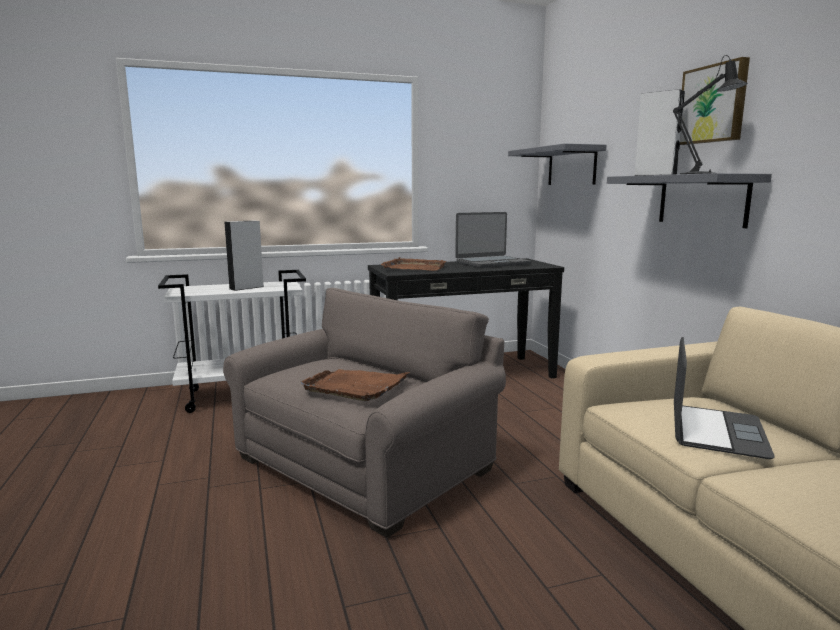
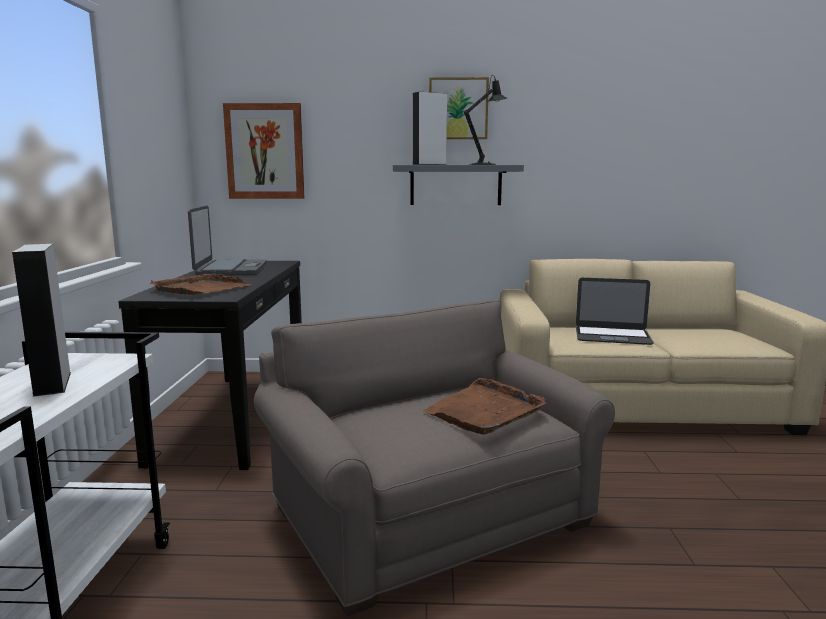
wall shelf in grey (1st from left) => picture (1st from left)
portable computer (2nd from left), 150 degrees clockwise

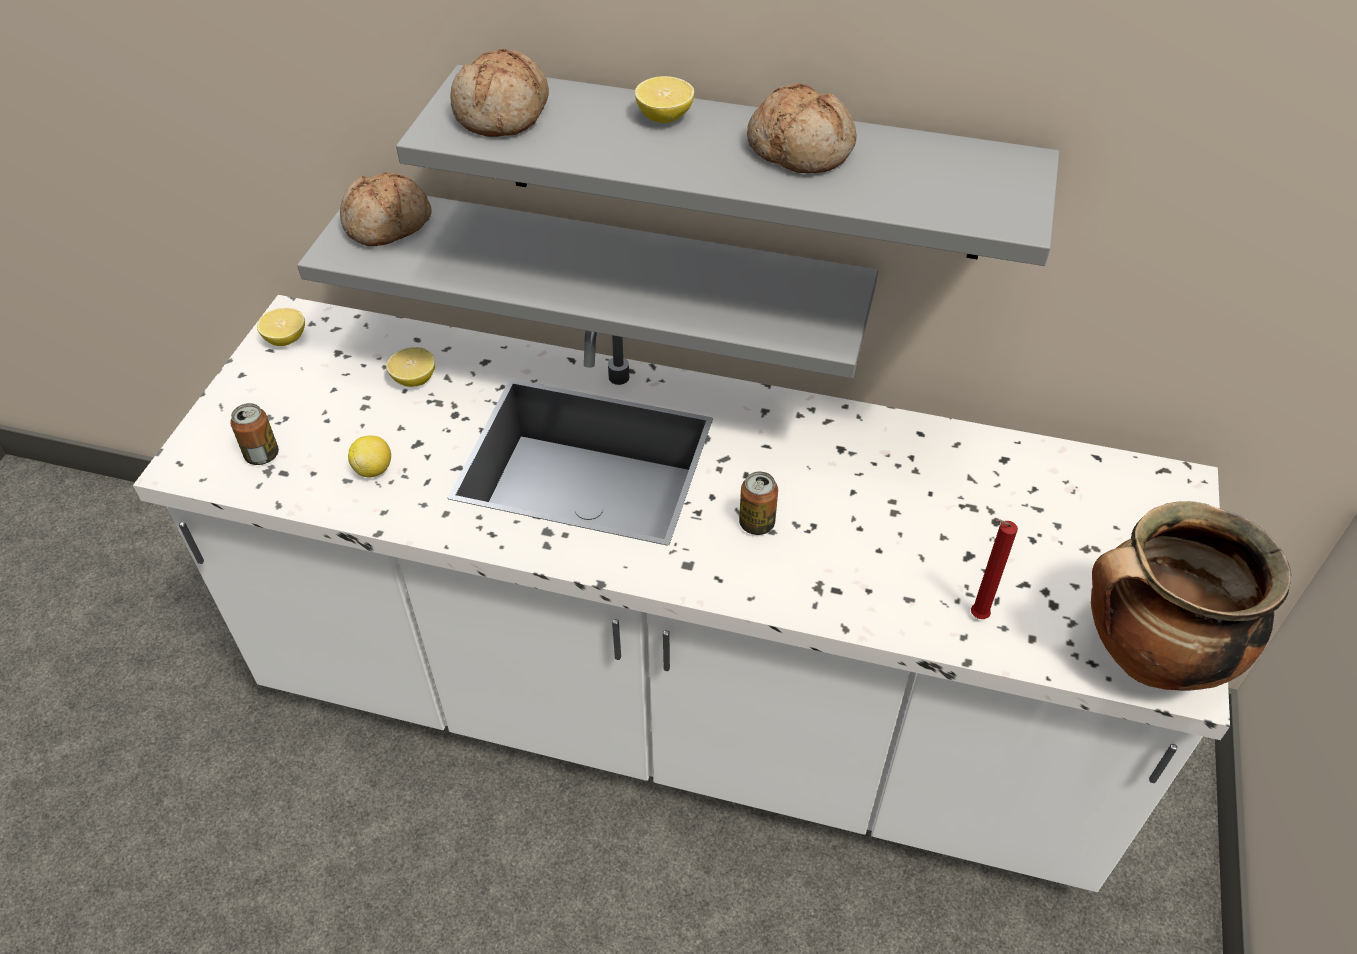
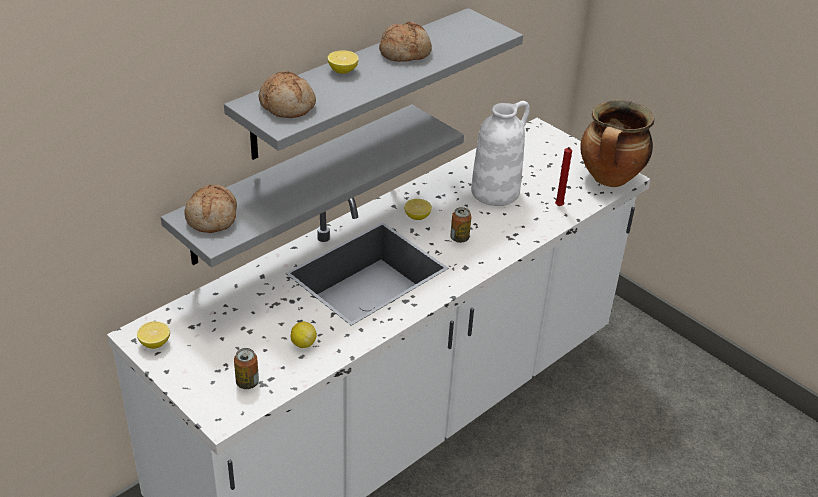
citrus fruit (3rd from left in the first image) => citrus fruit (4th from left), move
nothing => flower vase in whitish

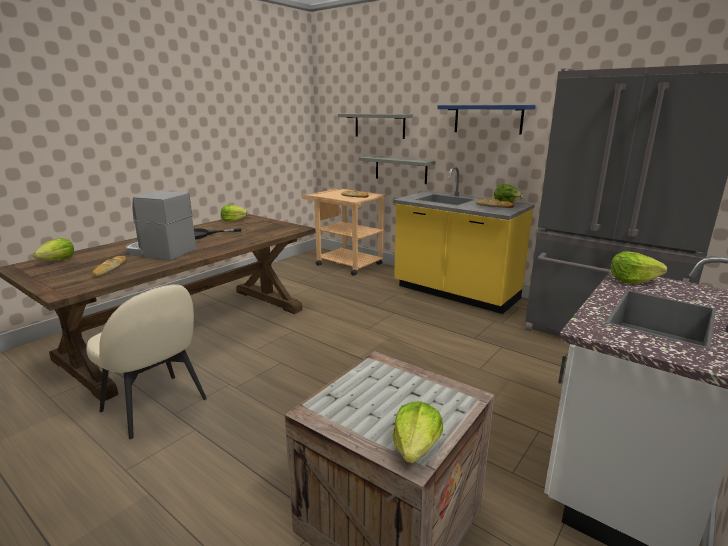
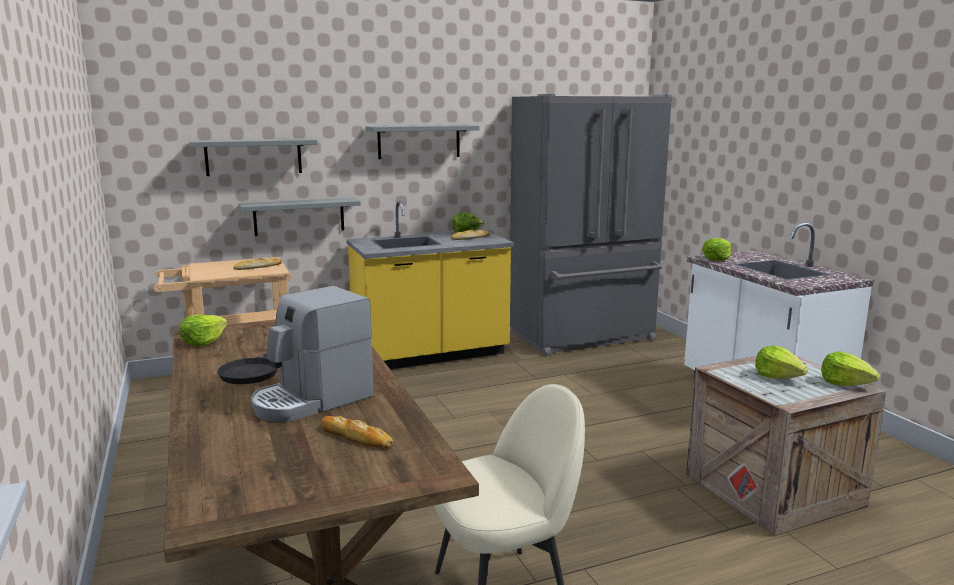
wall shelf in blue => wall shelf in grey (3rd from left)
head of lettuce (1st from left in the first image) => head of lettuce (4th from left), move

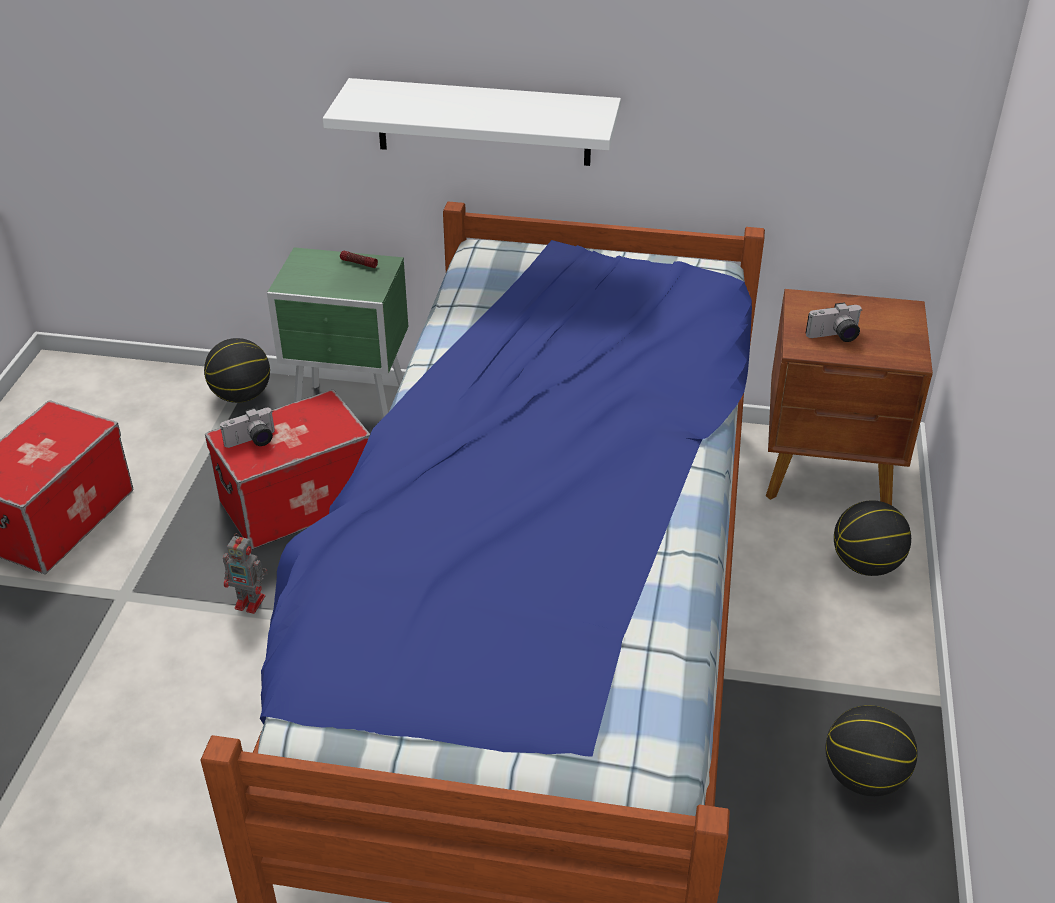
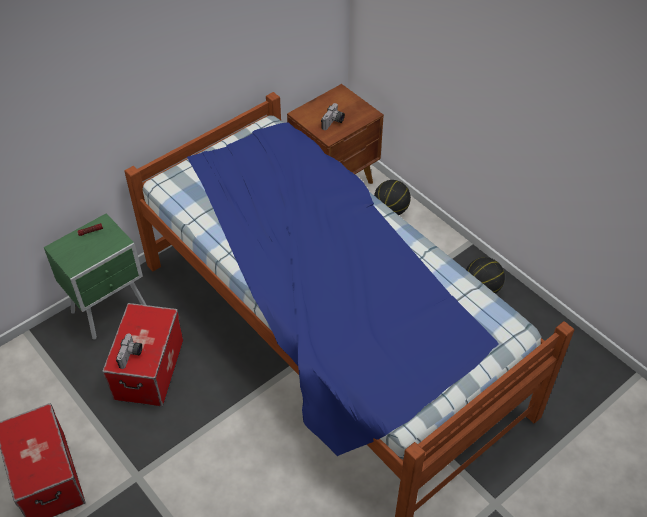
basketball (1st from left) => nothing
robot figure => nothing
wall shelf in whitish => nothing

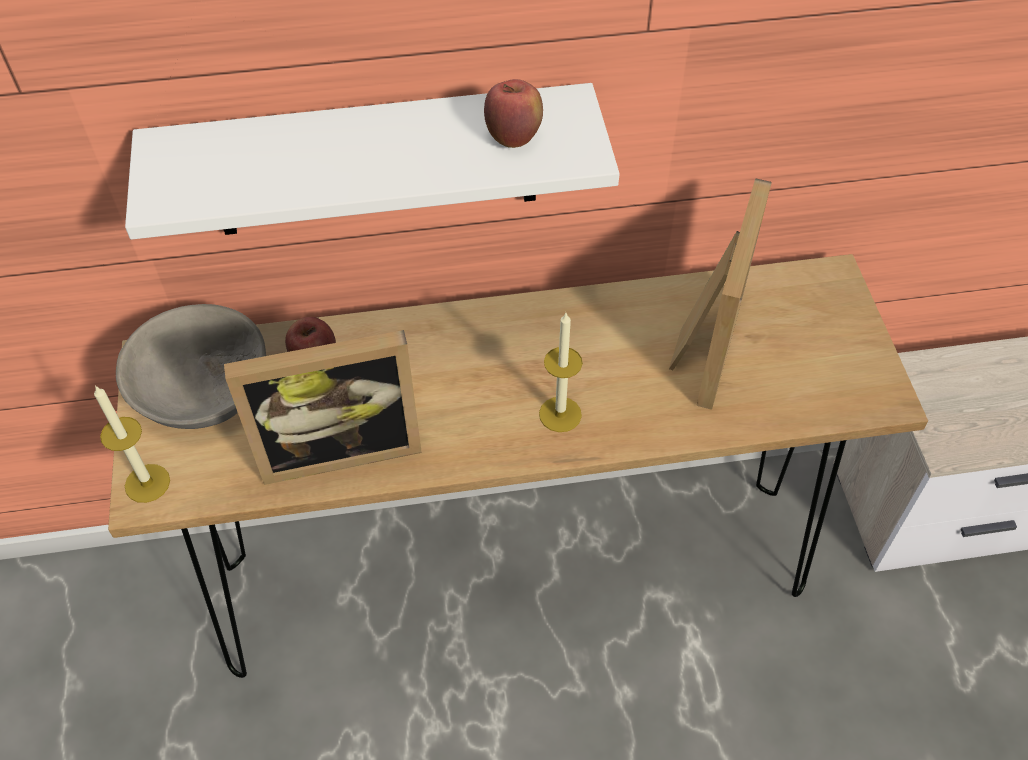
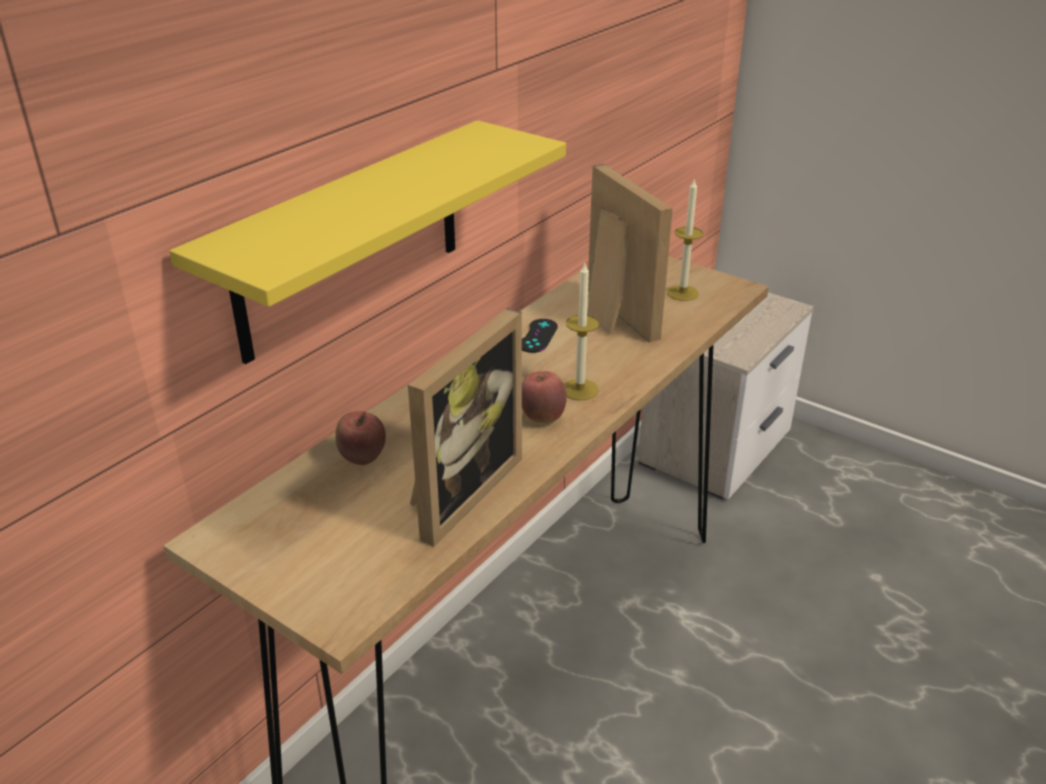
wall shelf in whitish => wall shelf in yellow
nothing => game controller in blackish
whole apple (2nd from left), move
candle (1st from left in the first image) => candle (2nd from left), move
deep dish in grey => nothing

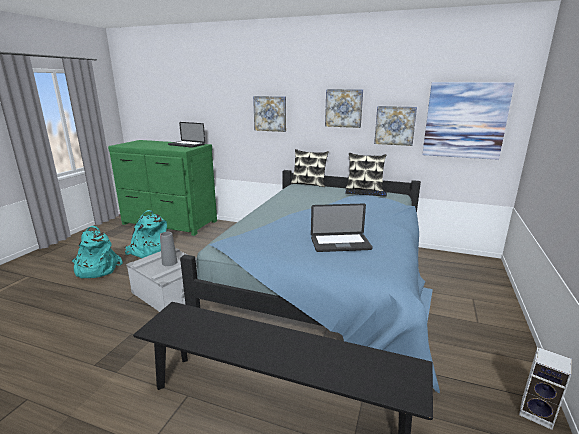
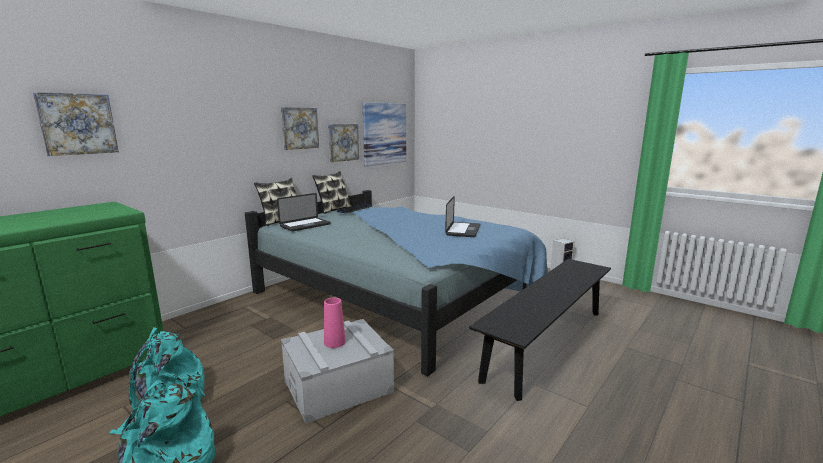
picture (1st from left), move
portable computer (1st from left), move
flower vase in grey => flower vase in pink

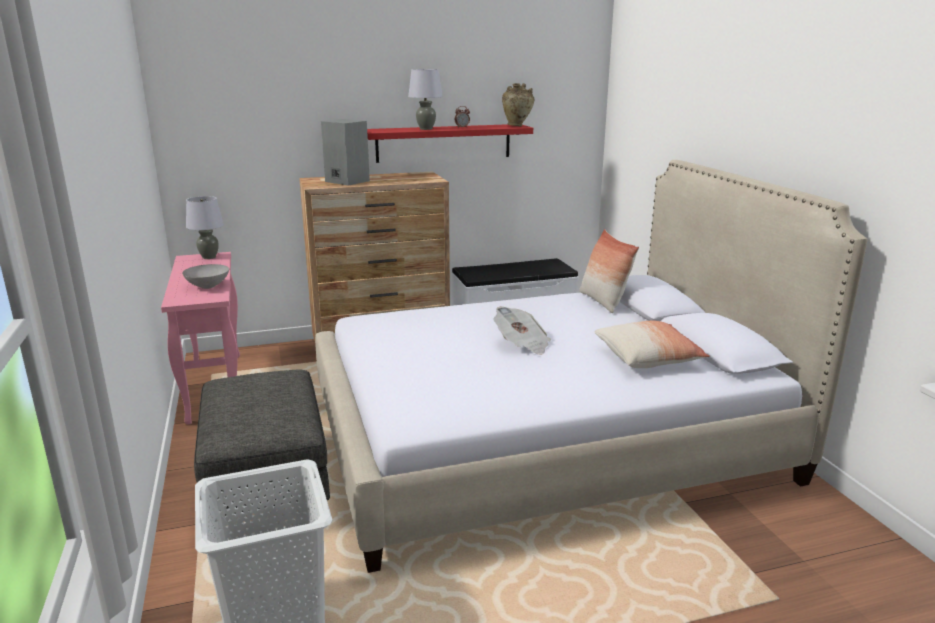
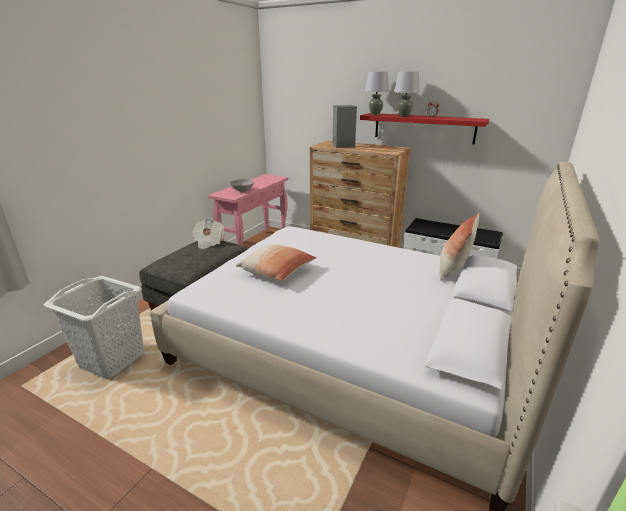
newspaper, move
cushion (2nd from left in the first image) => cushion (1st from left), move
tabletop lamp in grey (1st from left), move
flower vase in sand-coloured => nothing

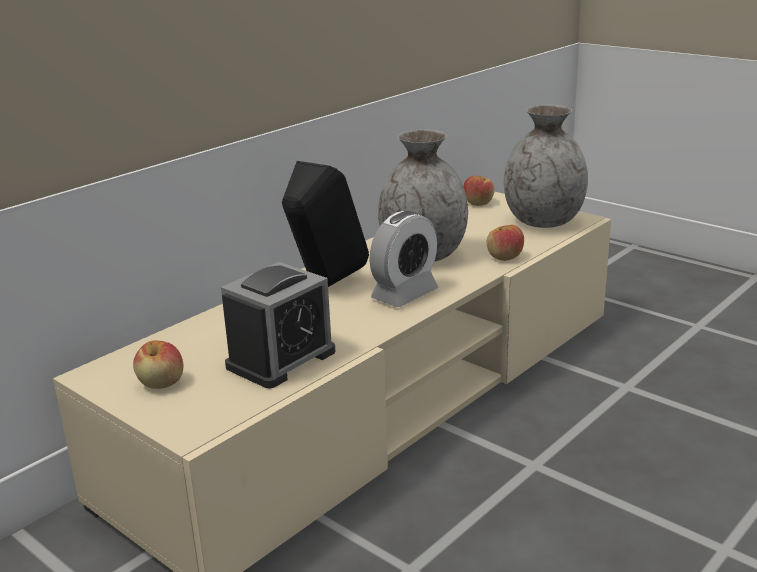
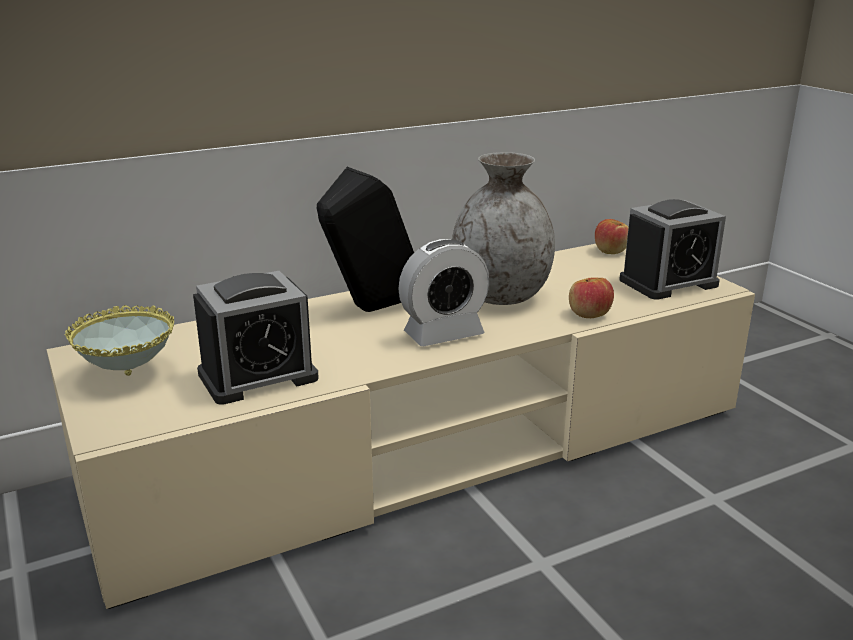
whole apple (1st from left) => deep dish
flower vase in grey (2nd from left) => bedside clock (3rd from left)

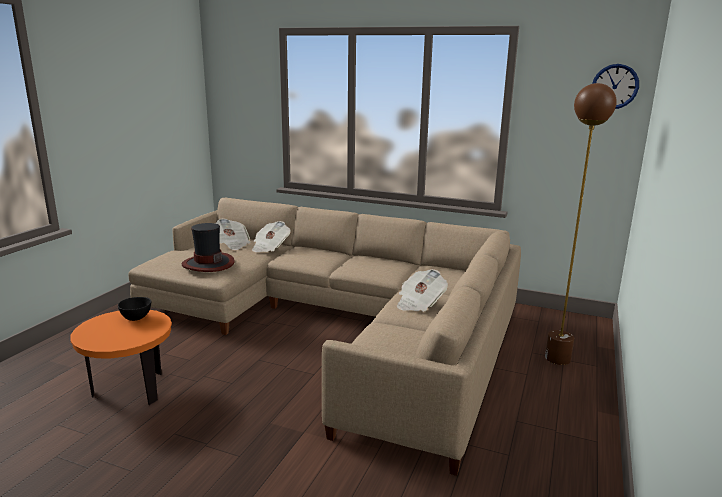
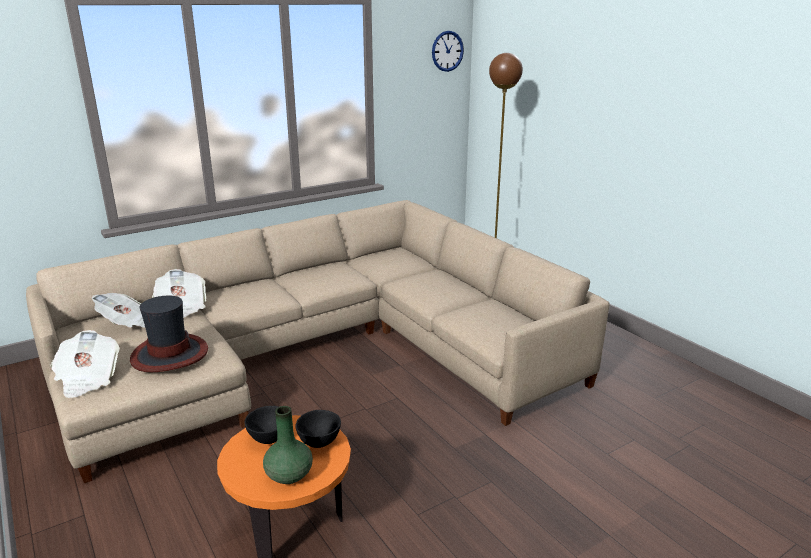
newspaper (3rd from left in the first image) => newspaper (1st from left), move
nothing => flower vase in greenish
nothing => deep dish in blackish (2nd from left)

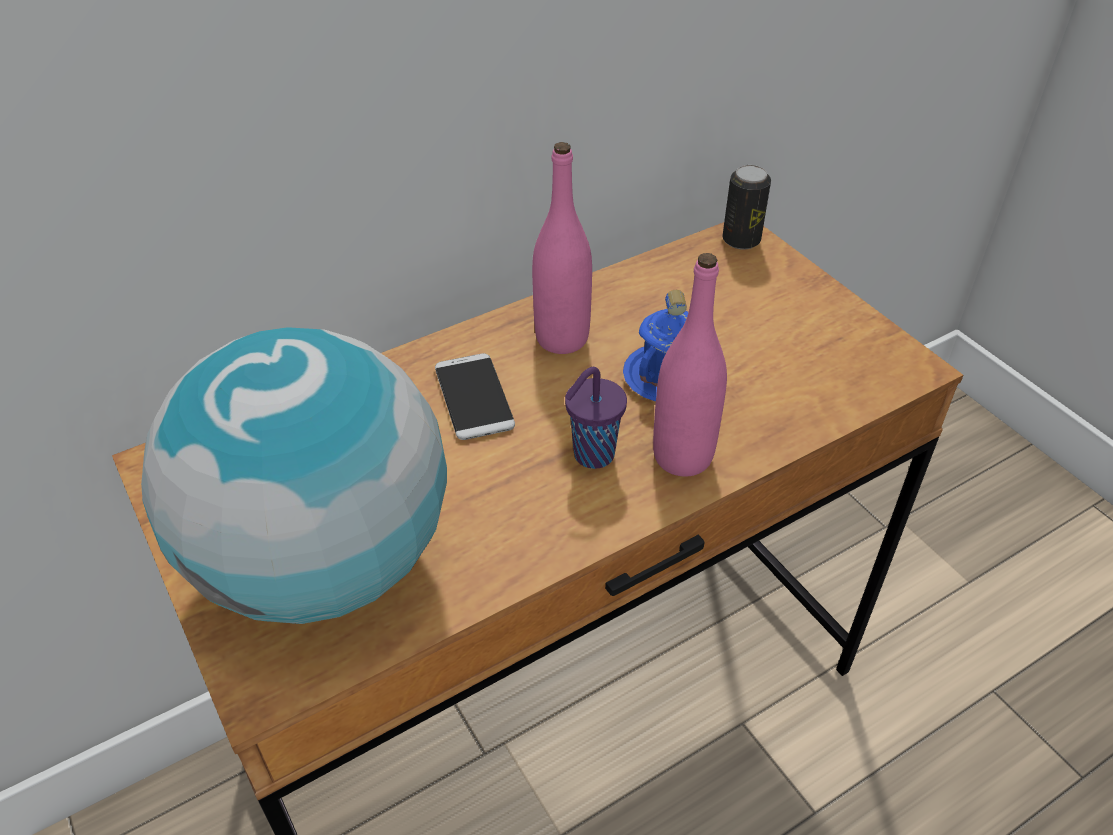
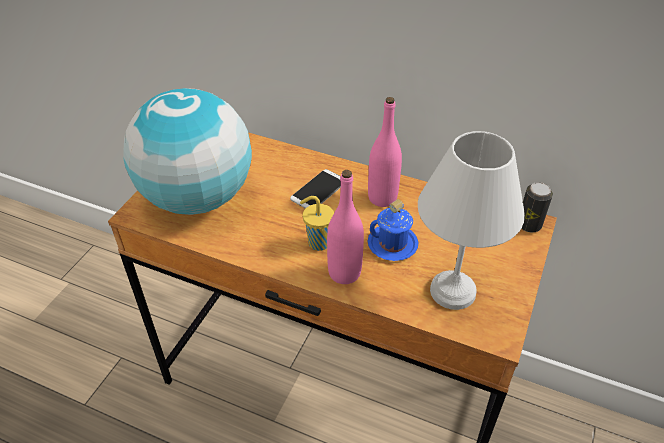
drinking cup in purplish => drinking cup in yellow
nothing => tabletop lamp in whitish

